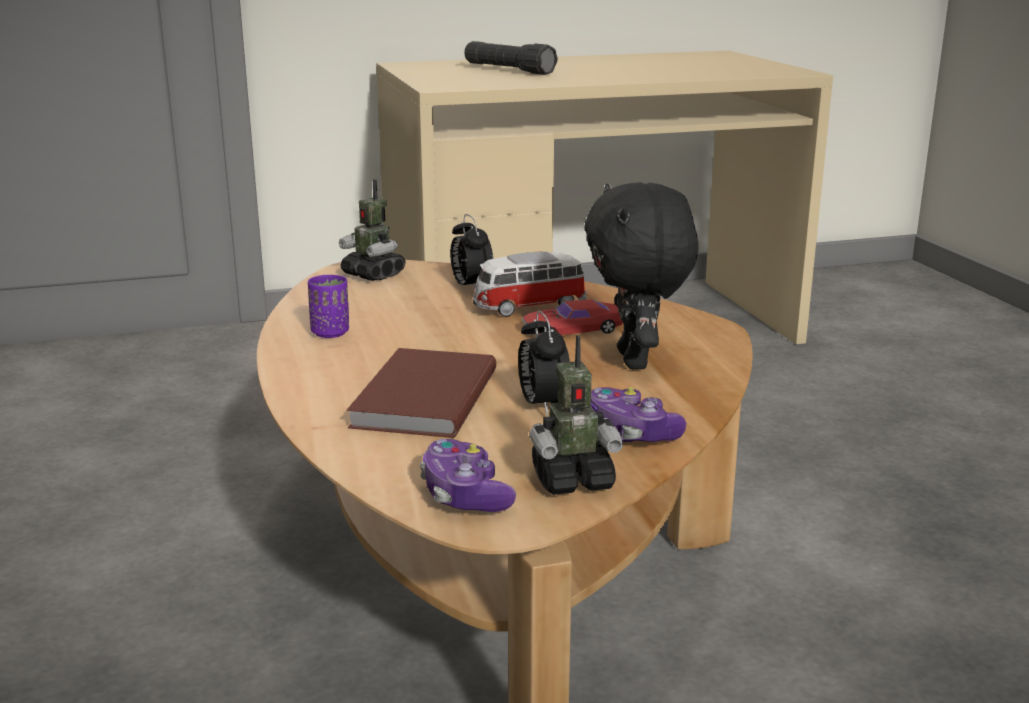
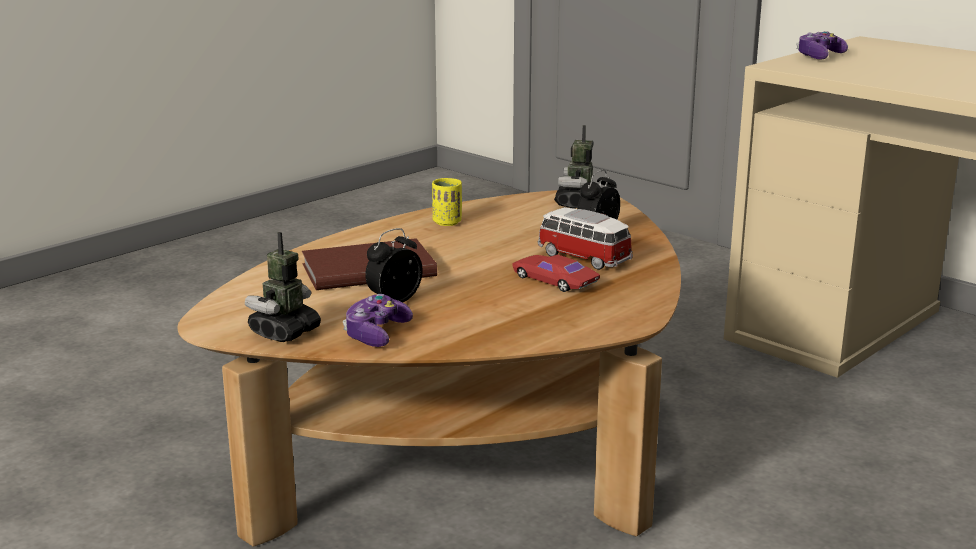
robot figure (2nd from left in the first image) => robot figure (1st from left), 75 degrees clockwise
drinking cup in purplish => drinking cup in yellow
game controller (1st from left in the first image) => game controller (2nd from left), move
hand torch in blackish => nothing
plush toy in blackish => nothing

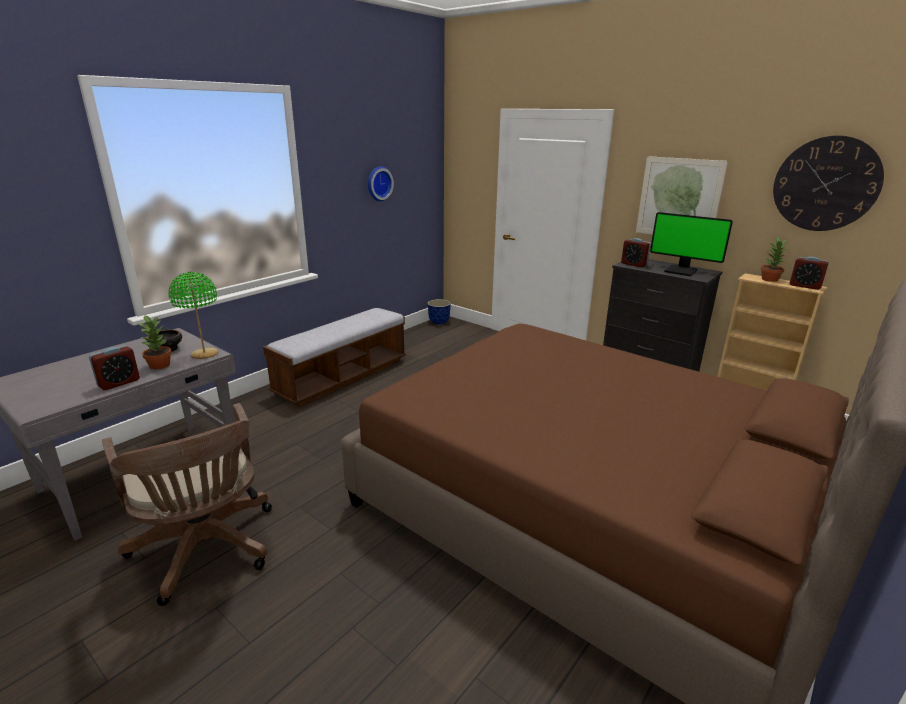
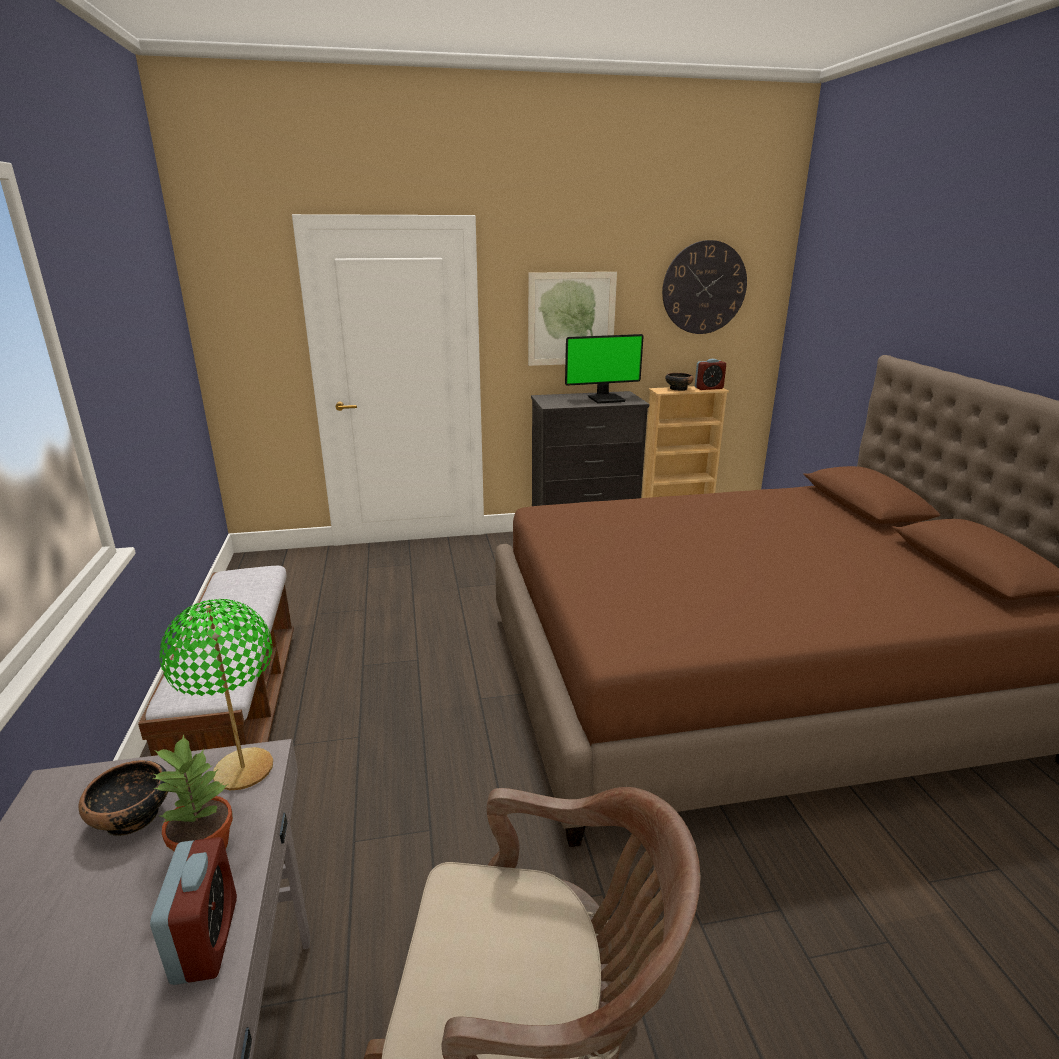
plant in a pot (2nd from left) => deep dish (2nd from left)
clock on the wall (1st from left) => nothing
plant pot => nothing
bedside clock (2nd from left) => nothing

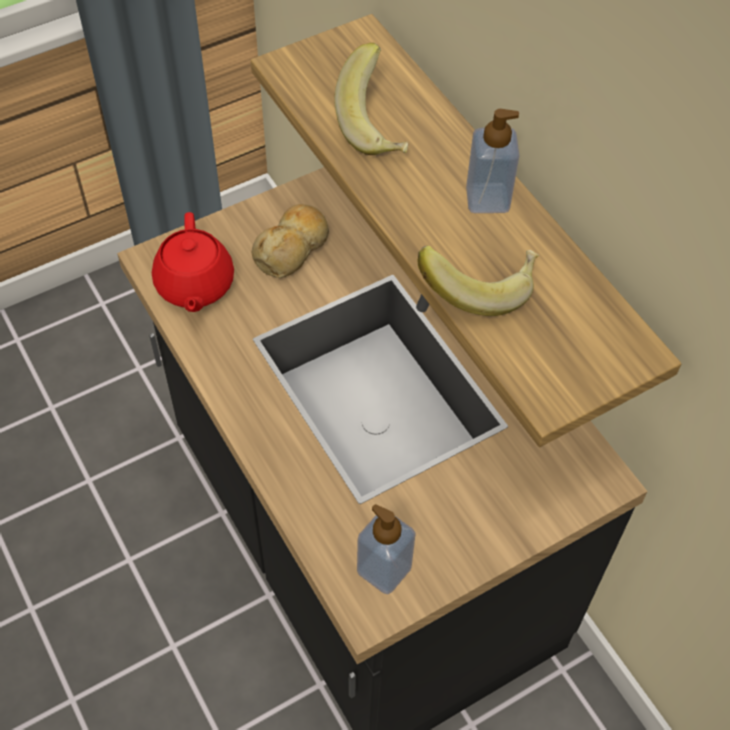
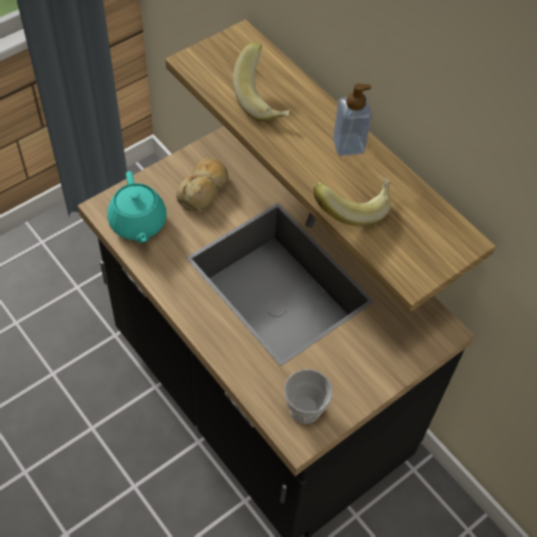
tea pot in red => tea pot in blue-green
soap dispenser (1st from left) => drinking cup

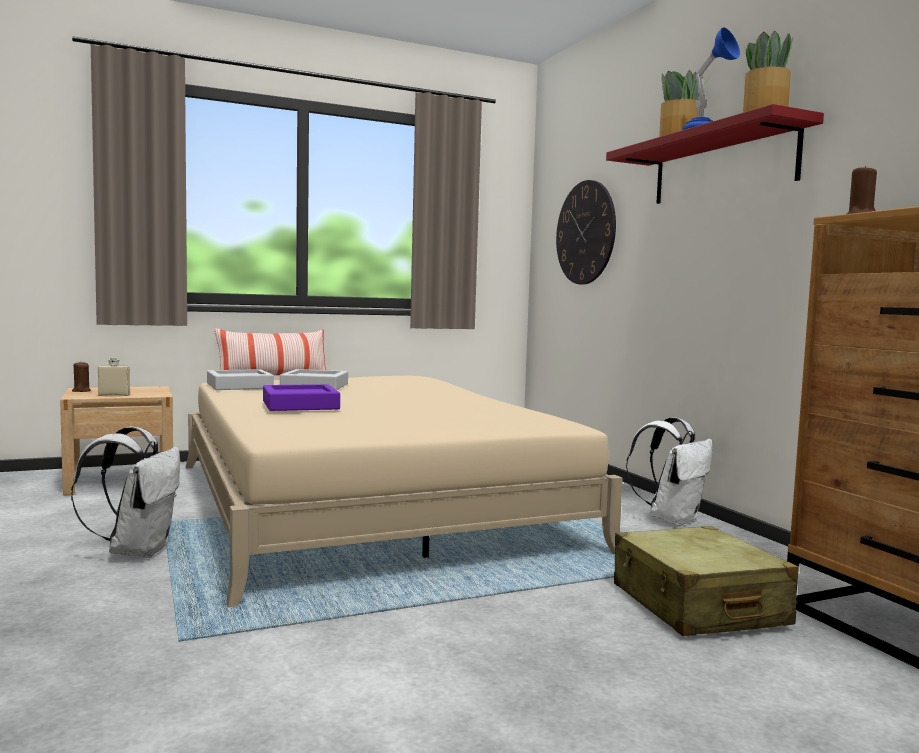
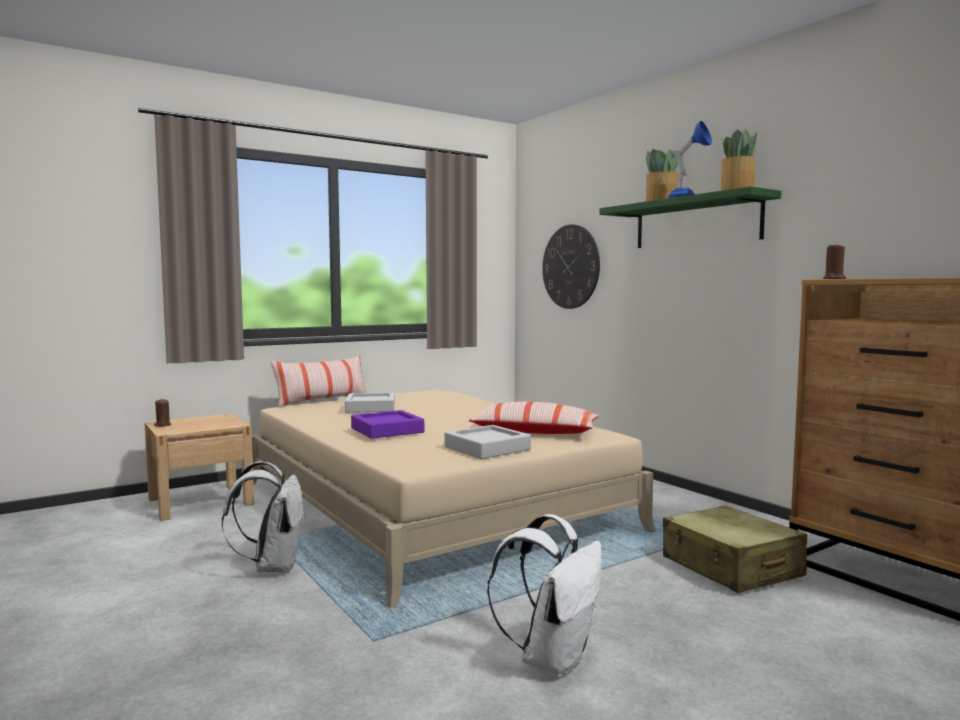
serving tray in grey (1st from left in the first image) => serving tray in grey (2nd from left), move
nothing => cushion (2nd from left)
rucksack in whitish (2nd from left), move
wall shelf in red => wall shelf in greenish
drink bottle in sand-coloured => nothing

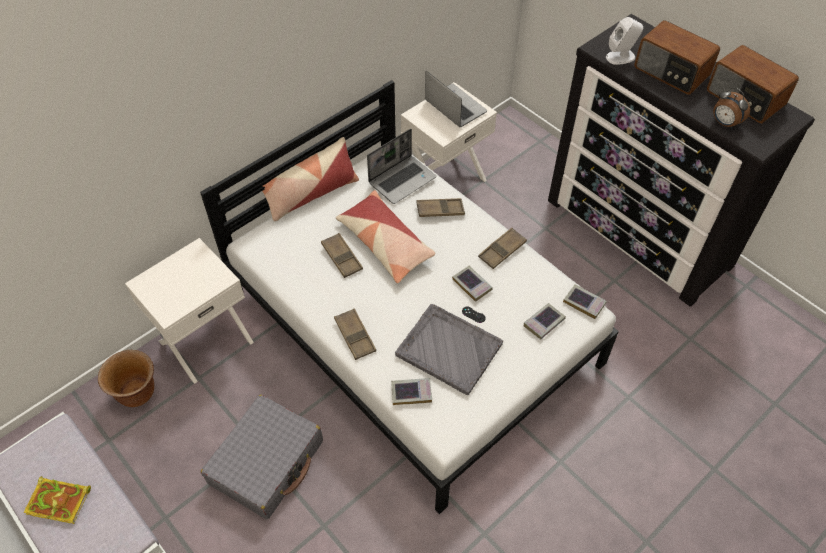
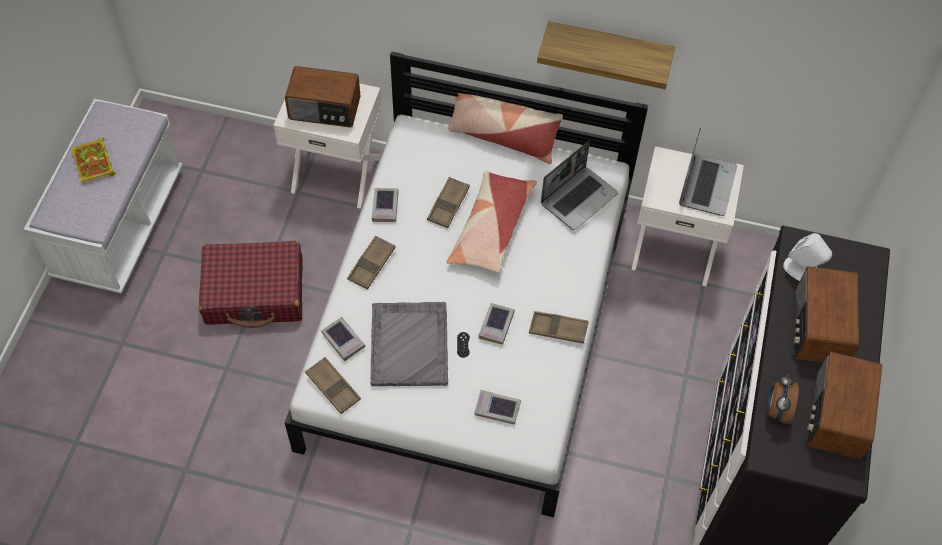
travel case in grey => travel case in red
nothing => radio receiver (1st from left)
serving tray in brown-coloured (3rd from left in the first image) => serving tray in brown-coloured (1st from left), move
volume (5th from left in the first image) => volume (3rd from left), move
nothing => wall shelf
portable computer (1st from left), 60 degrees counterclockwise
plant pot in brown-coloured => nothing

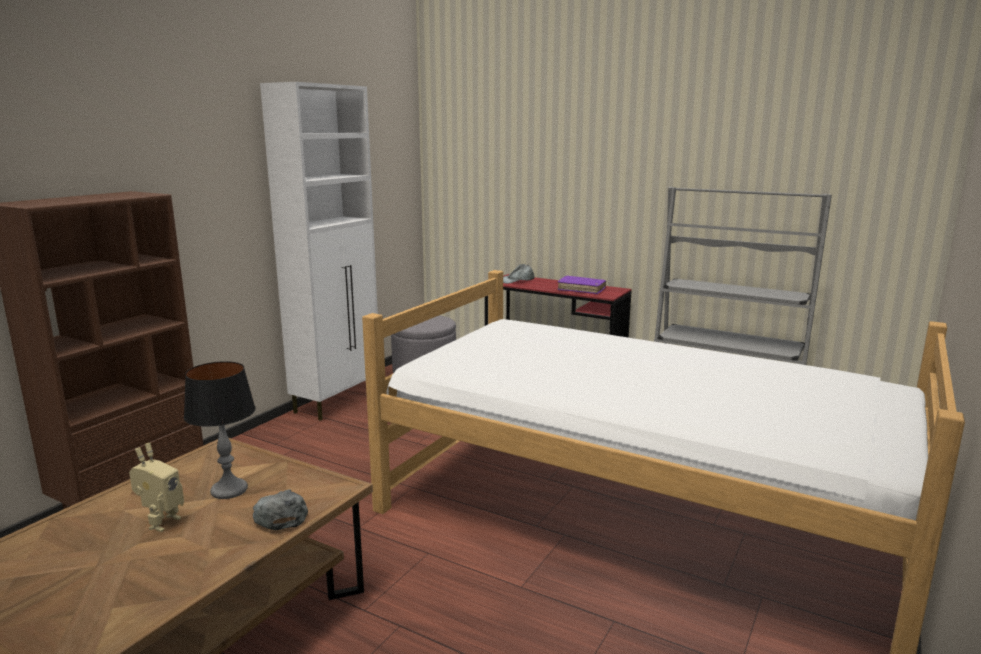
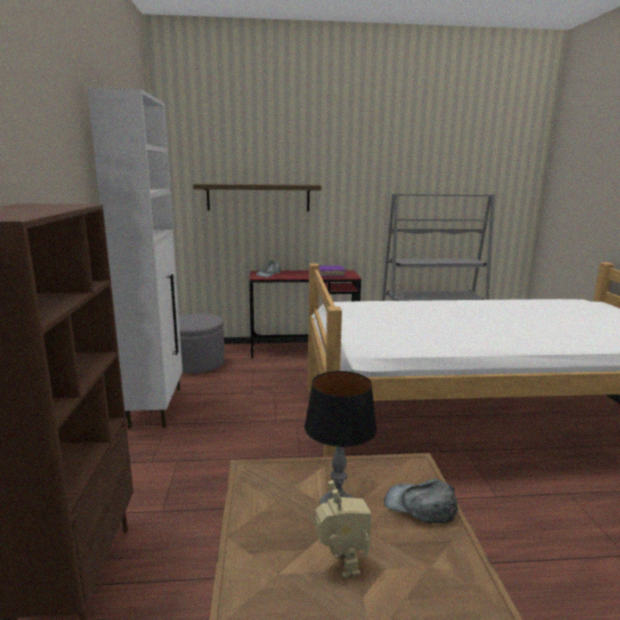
nothing => wall shelf

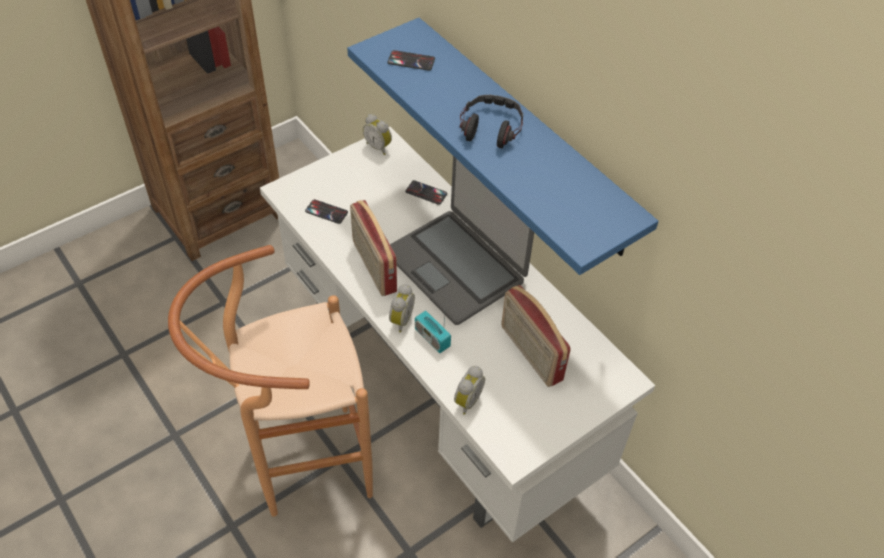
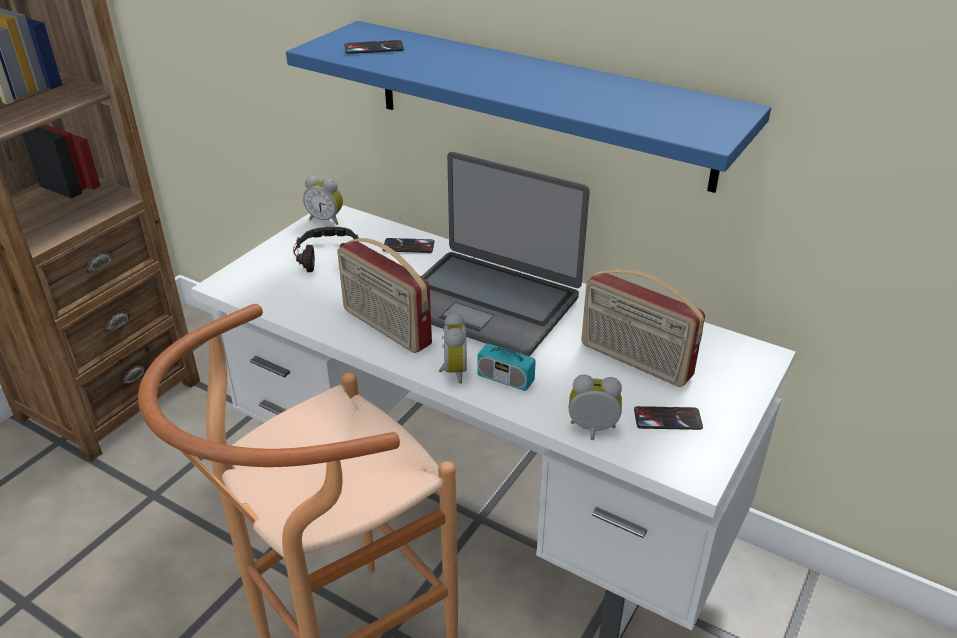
headset, move
bedside clock (3rd from left), 90 degrees counterclockwise
phone (1st from left in the first image) => phone (3rd from left), move

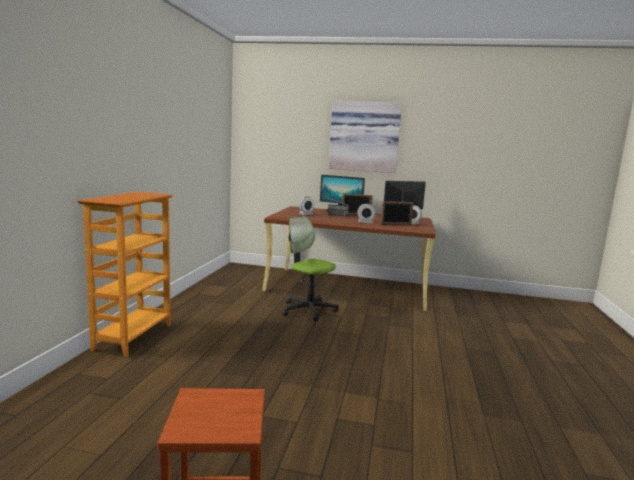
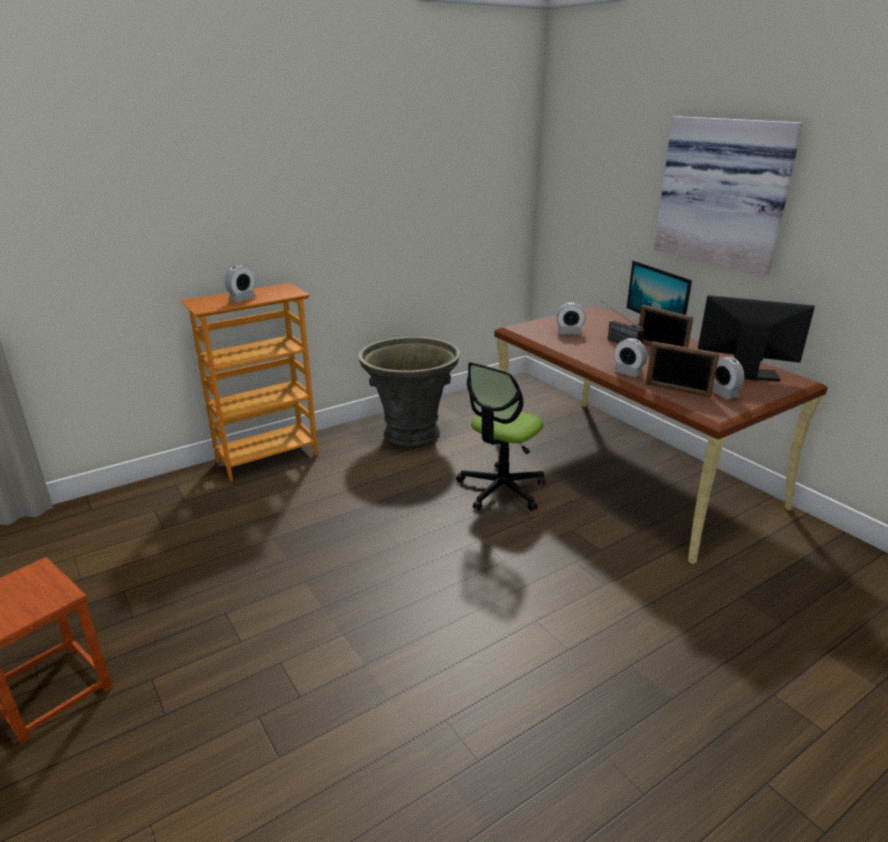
nothing => bedside clock (1st from left)
nothing => plant pot in grey
computer chair, 135 degrees counterclockwise

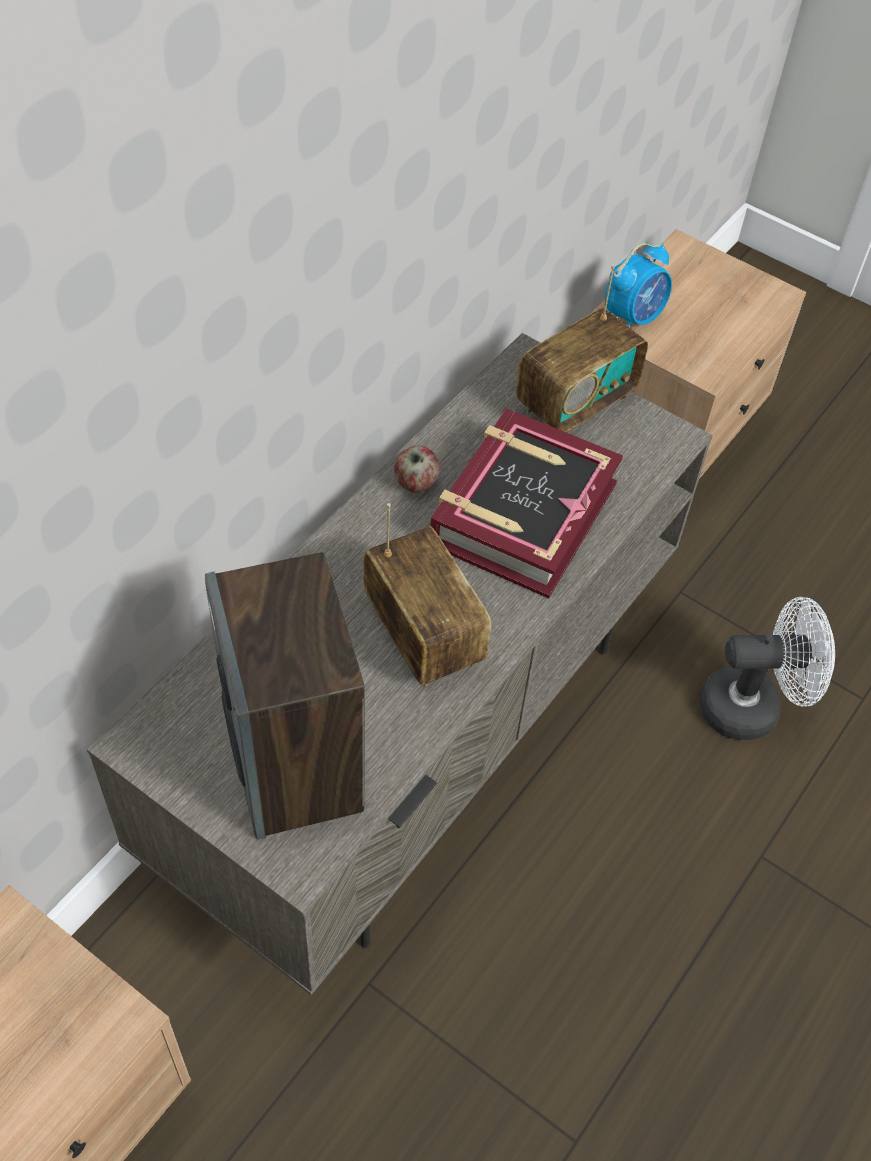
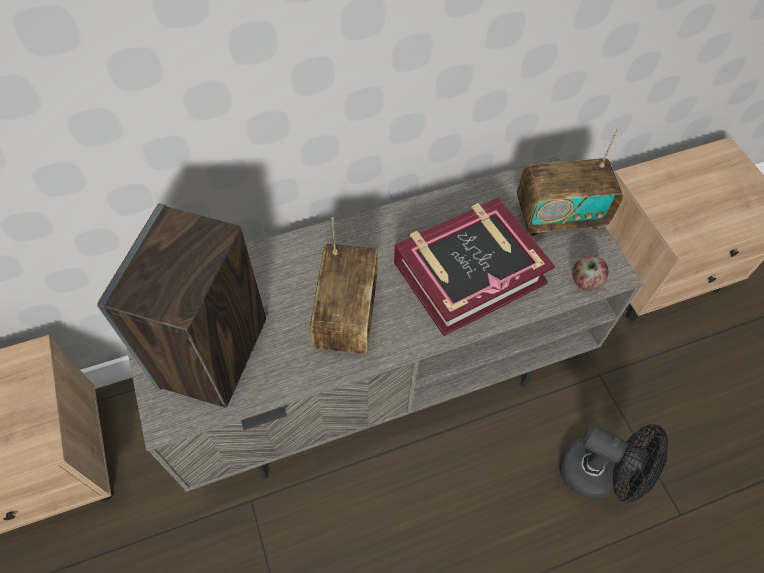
electric fan in whitish => electric fan in blackish
whole apple, move
bedside clock => nothing

